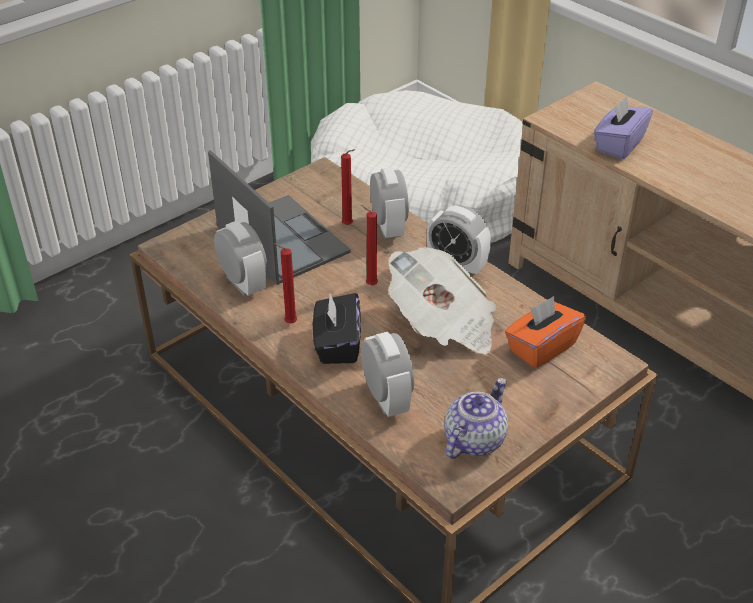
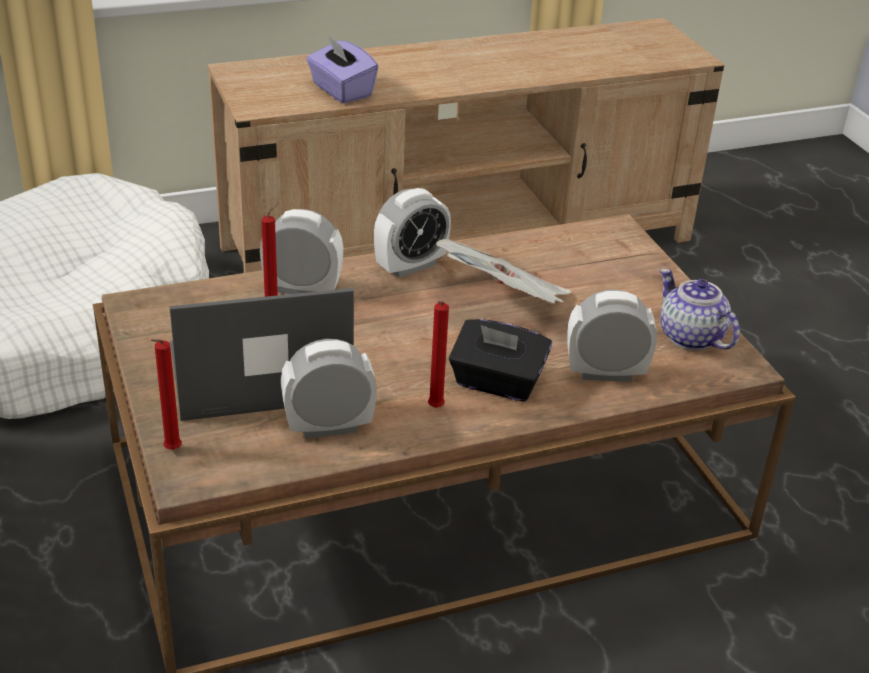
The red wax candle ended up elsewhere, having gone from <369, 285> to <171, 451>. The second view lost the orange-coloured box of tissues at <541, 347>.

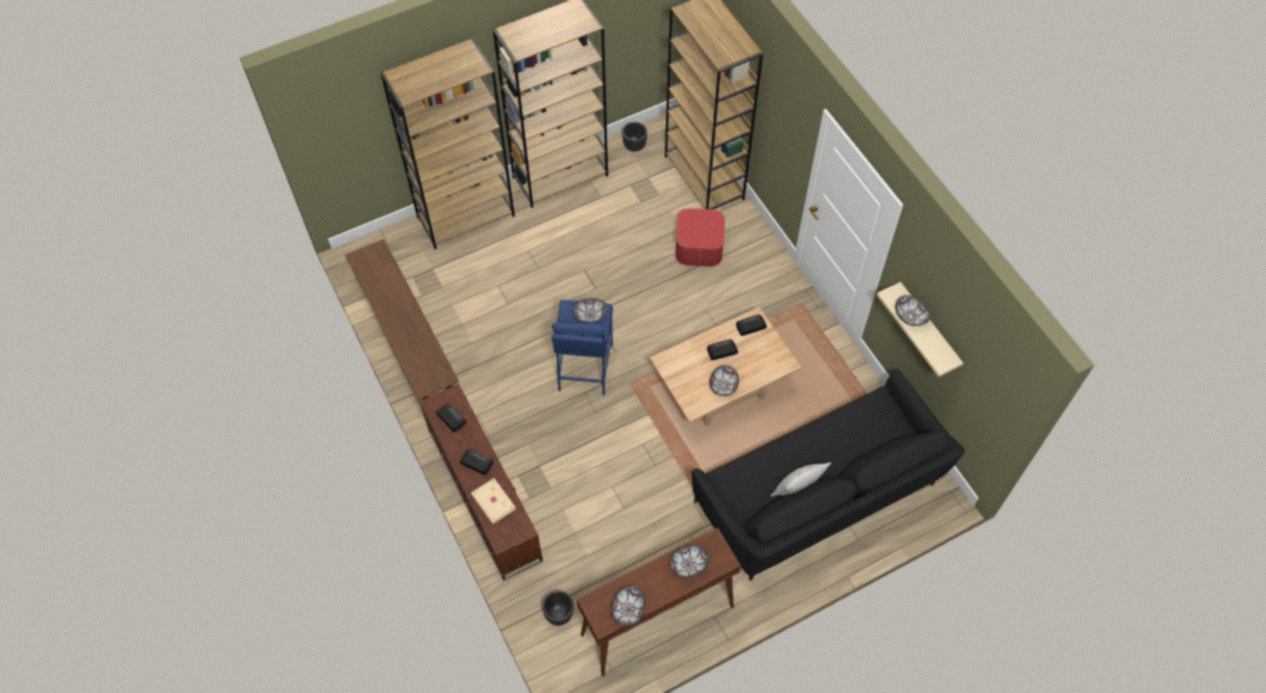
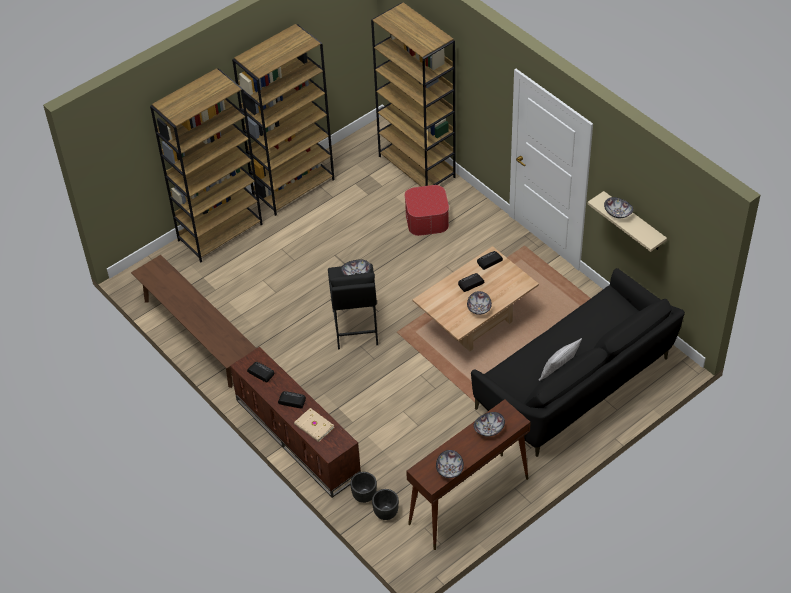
What was the bluish stool seat at <584, 367> turned into the black stool seat at <355, 327>. The black flower pot ended up elsewhere, having gone from <635, 145> to <364, 495>.

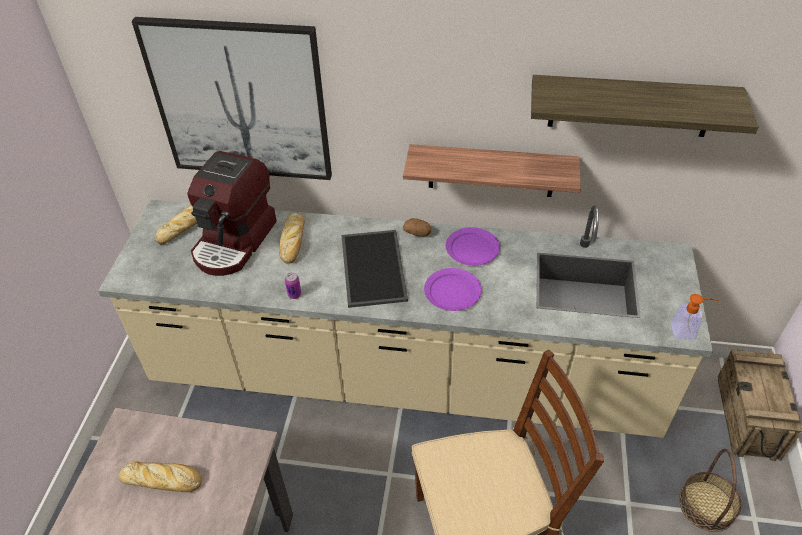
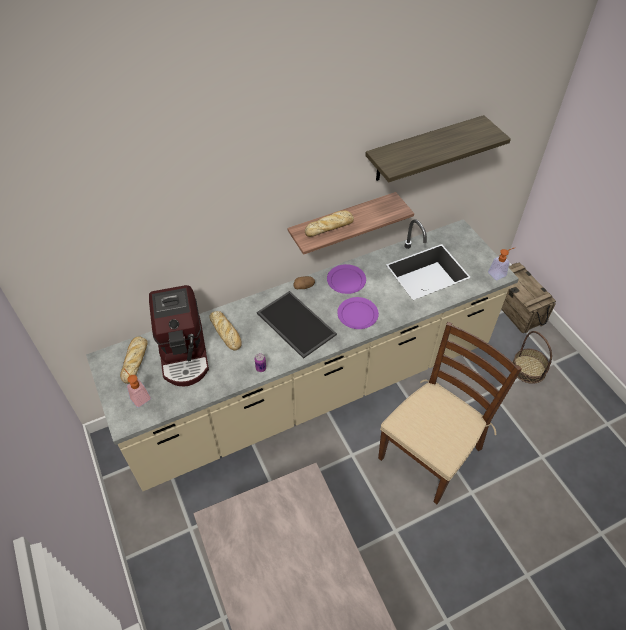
The bread ended up elsewhere, having gone from <163, 480> to <330, 227>. The second view lost the wall picture at <240, 101>. The second view gained the soap dispenser at <138, 396>.

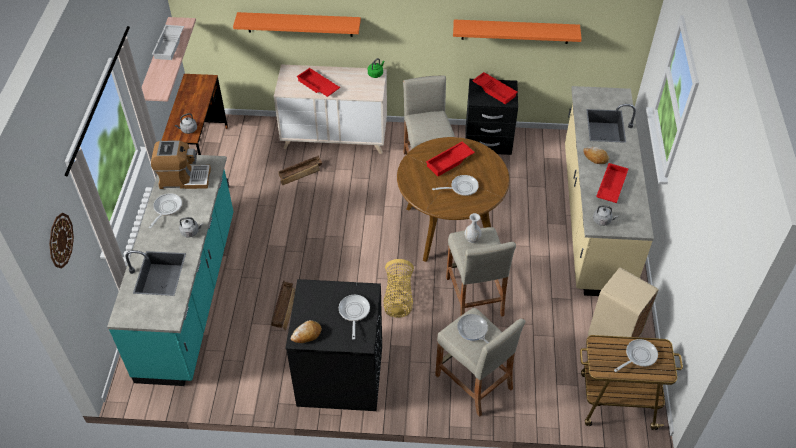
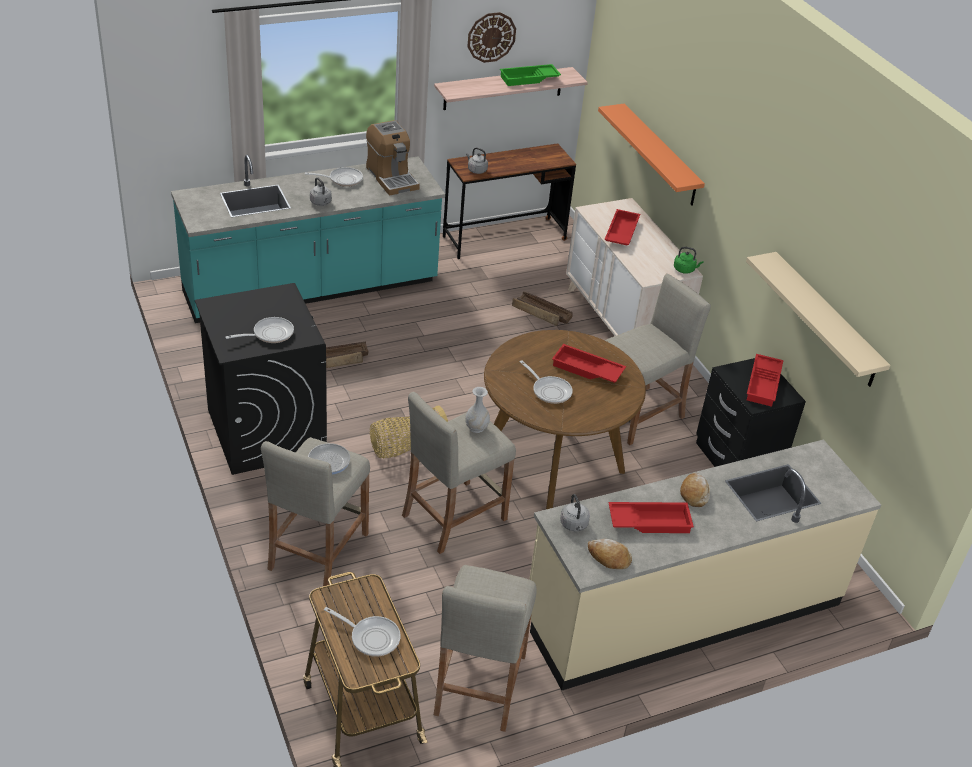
The wall clock ended up elsewhere, having gone from <60, 240> to <491, 37>. What was the white tray at <170, 45> turned into the greenish tray at <529, 79>. The bread ended up elsewhere, having gone from <307, 334> to <608, 558>. What was the orange-coloured bracket shelf at <515, 31> turned into the beige-coloured bracket shelf at <825, 320>. Where the beige-coloured waste bin stood at <614, 335>, the beige-coloured stool seat came to stand at <479, 684>.

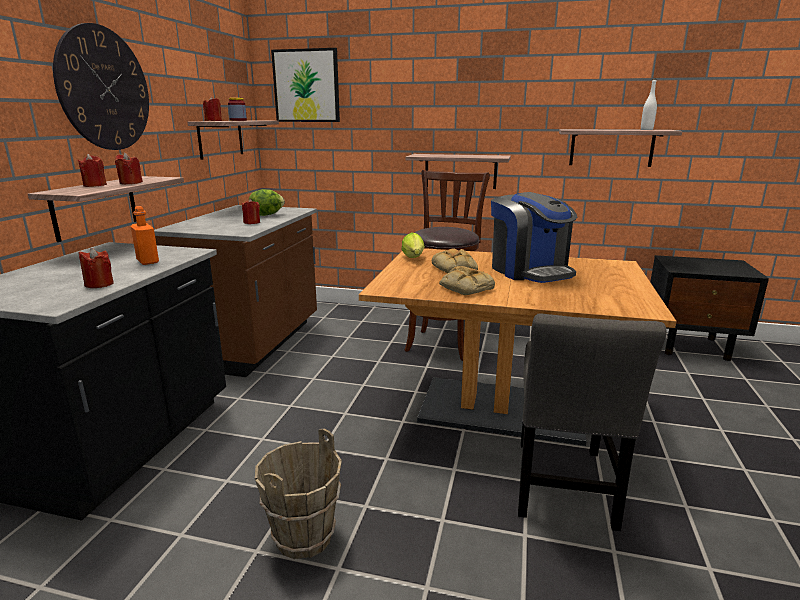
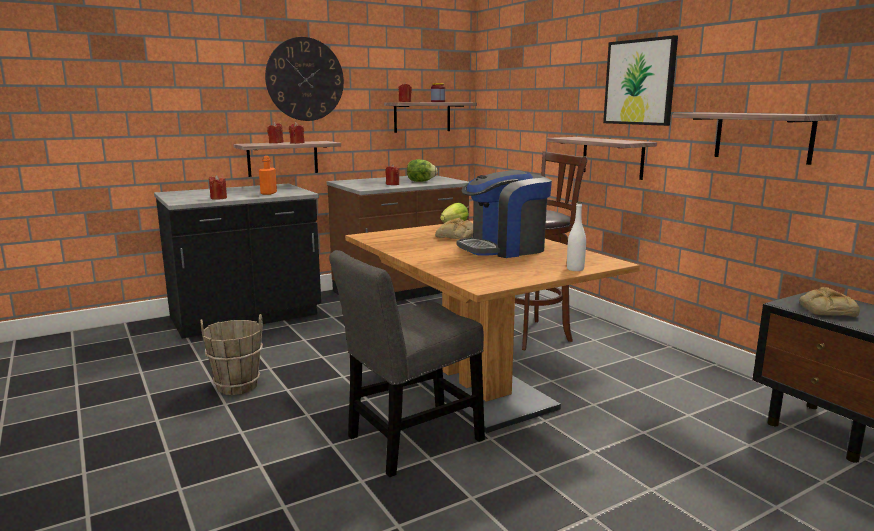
The wall picture ended up elsewhere, having gone from <306, 86> to <640, 82>. The bread ended up elsewhere, having gone from <465, 287> to <826, 309>. The coffee maker at <529, 271> ended up facing another way, 45 degrees clockwise from before. The white beverage bottle ended up elsewhere, having gone from <646, 129> to <575, 269>.

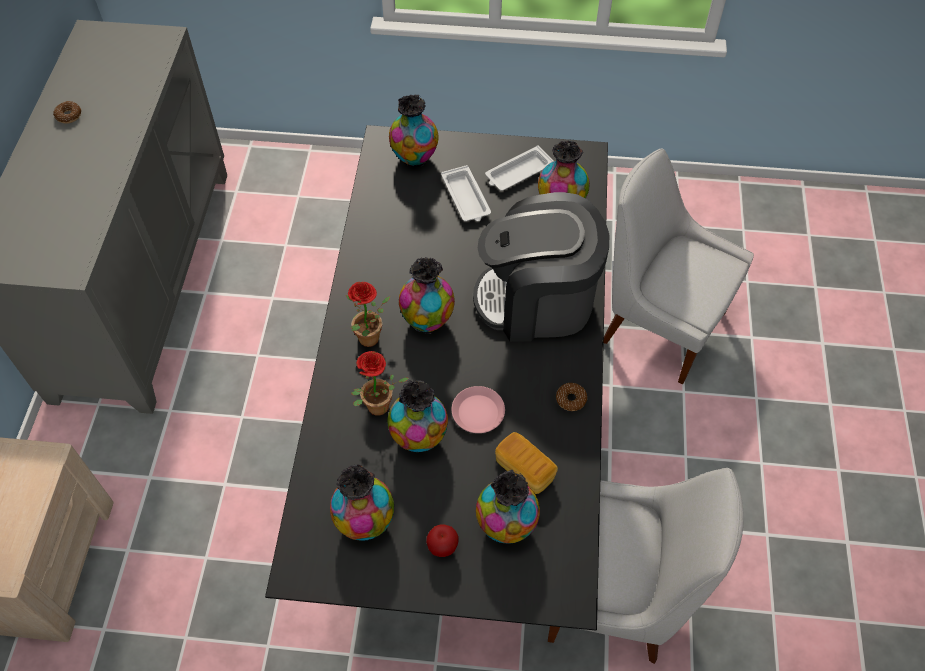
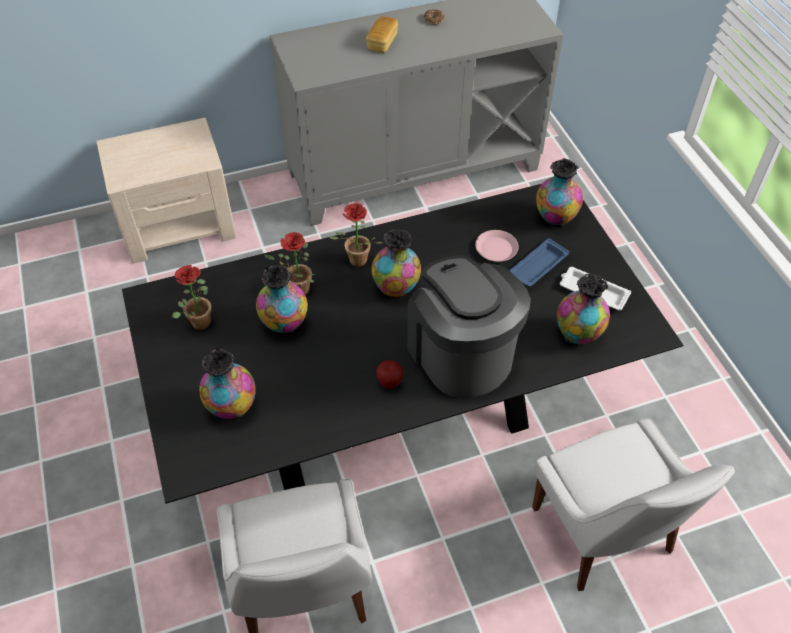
Where the flower vase stood at <365, 522>, the potted plant came to stand at <199, 320>. The apple ended up elsewhere, having gone from <442, 548> to <389, 383>. What was the white tray at <466, 198> turned into the bluish tray at <537, 267>. The pink flat dish ended up elsewhere, having gone from <478, 412> to <496, 249>. The bread ended up elsewhere, having gone from <524, 470> to <382, 43>. The second view lost the ring doughnut at <571, 399>. The white plain chair at <658, 325> ended up facing another way, 150 degrees clockwise from before.

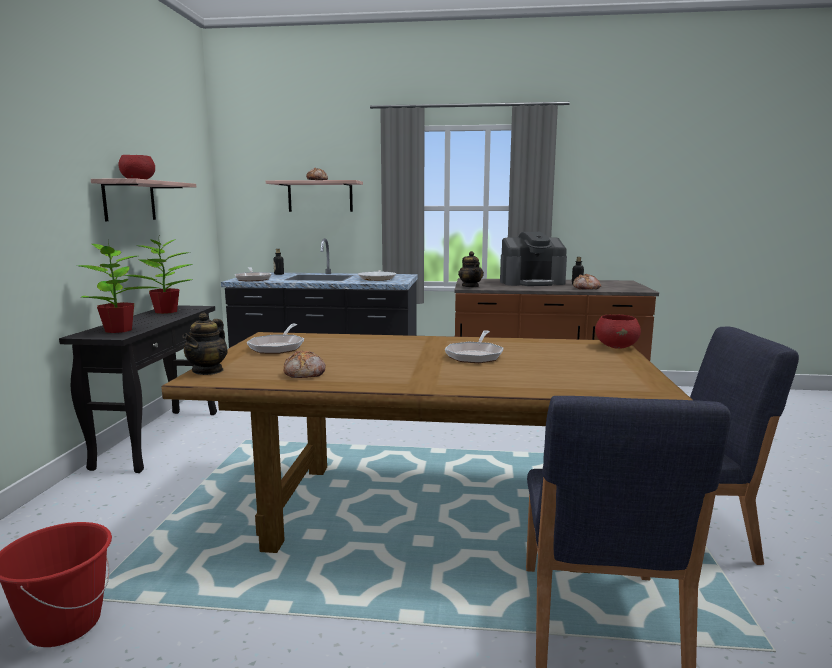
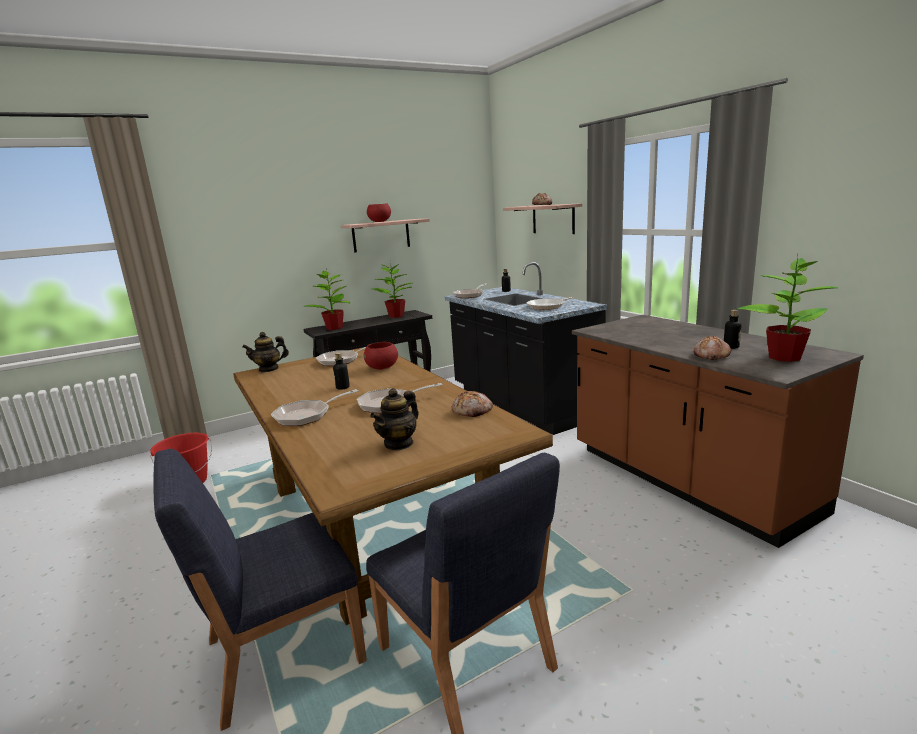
The bread ended up elsewhere, having gone from <305, 373> to <472, 411>. The teapot ended up elsewhere, having gone from <470, 286> to <399, 443>. The second view lost the coffee maker at <532, 282>. The red bowl ended up elsewhere, having gone from <616, 347> to <382, 368>. The second view gained the frying pan at <307, 416>. The second view gained the beverage bottle at <342, 387>. The second view gained the potted plant at <784, 357>.

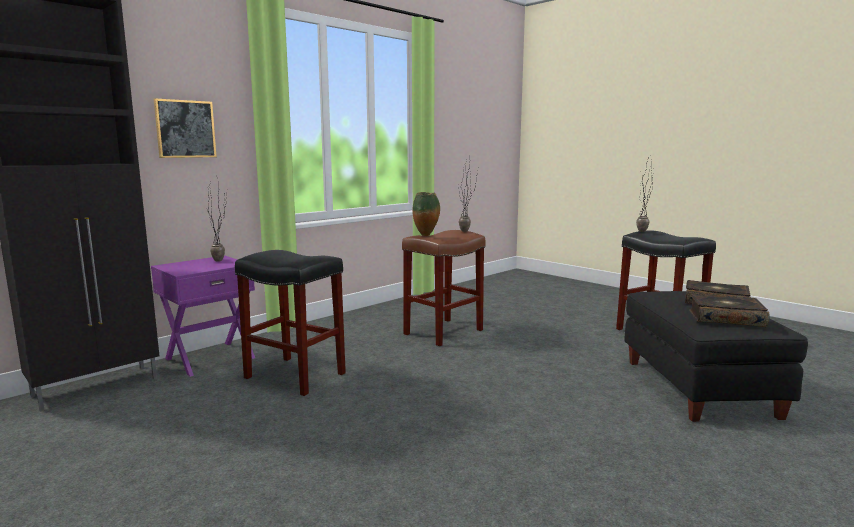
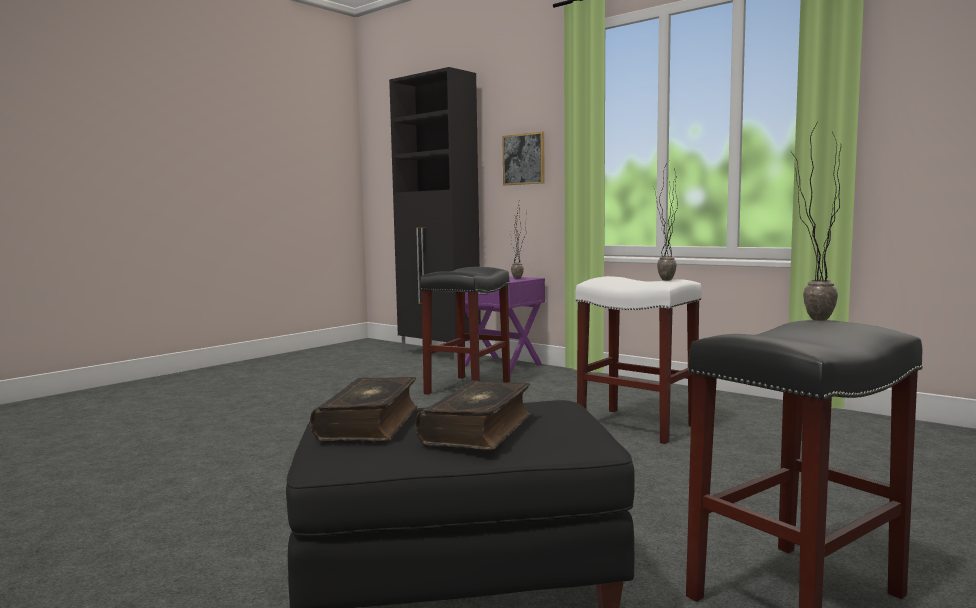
What was the brown-coloured stool seat at <443, 331> turned into the white stool seat at <638, 426>. The second view lost the flower vase at <426, 235>.

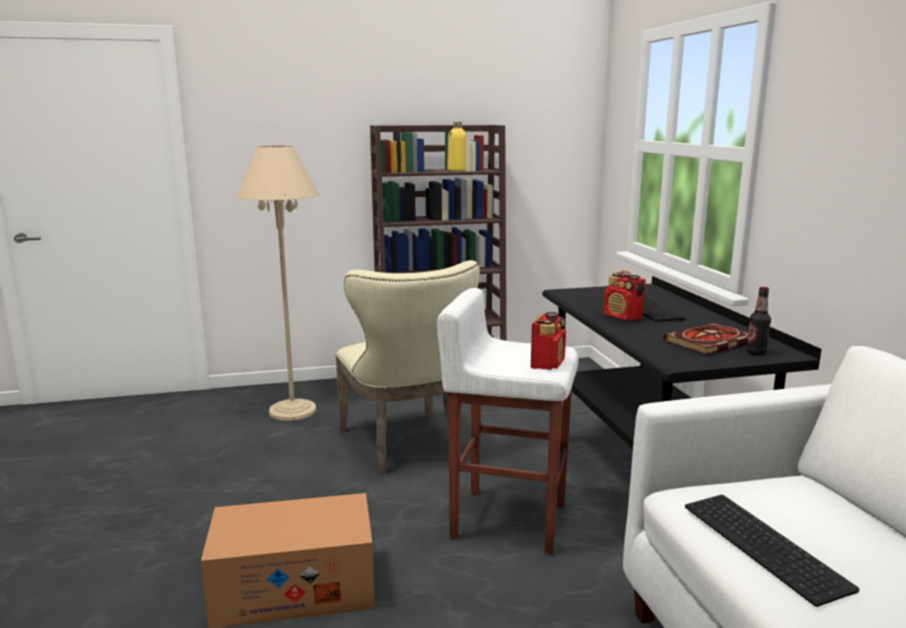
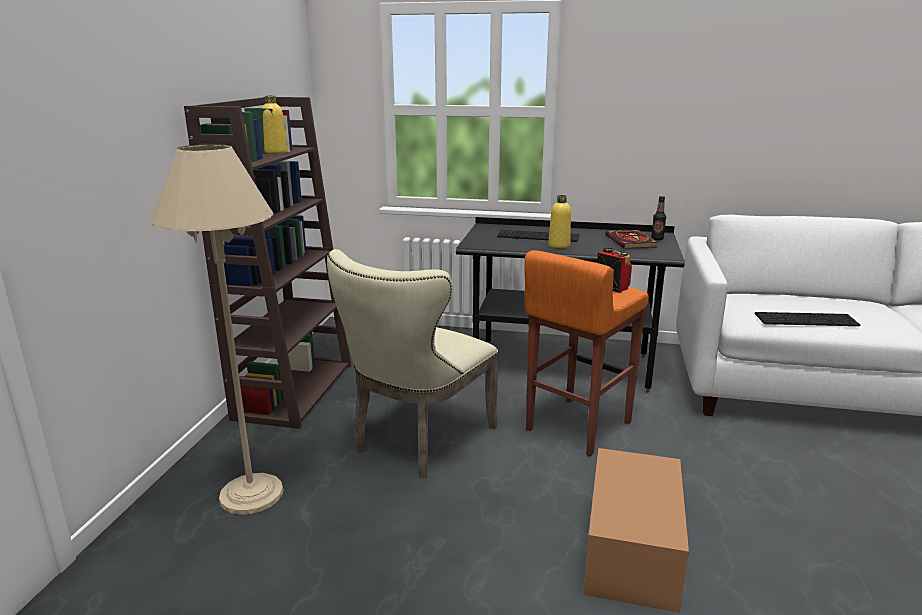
The beige-coloured plain chair at <405, 446> ended up facing another way, 120 degrees clockwise from before. What was the white stool seat at <507, 519> turned into the orange-coloured stool seat at <576, 426>. Where the radio stood at <623, 317>, the yellow-coloured beverage bottle came to stand at <559, 245>.

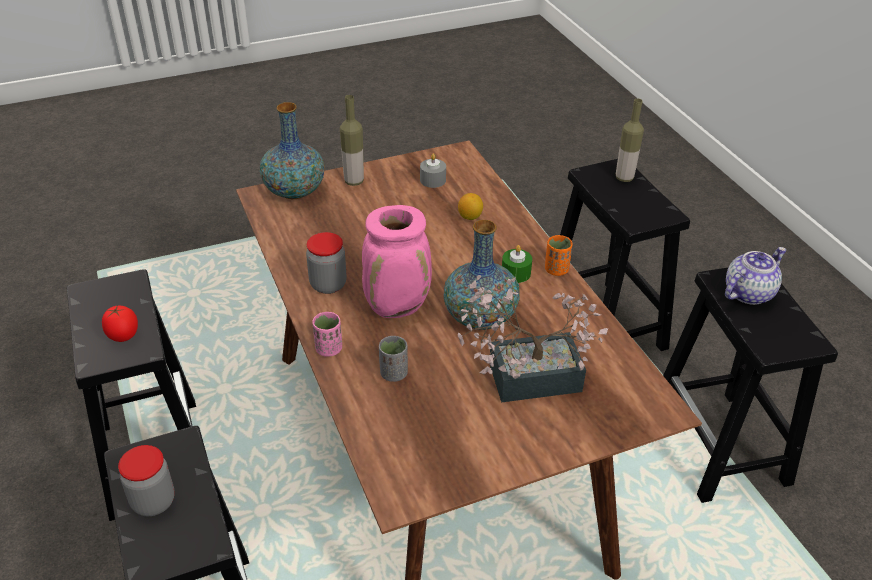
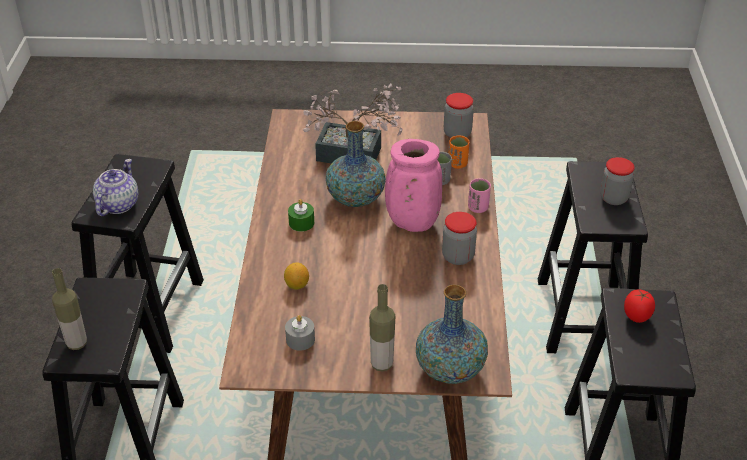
The orange-coloured small cup ended up elsewhere, having gone from <556, 270> to <457, 164>. The teapot at <748, 292> ended up facing another way, 120 degrees clockwise from before. The second view gained the storage jar at <457, 133>.

